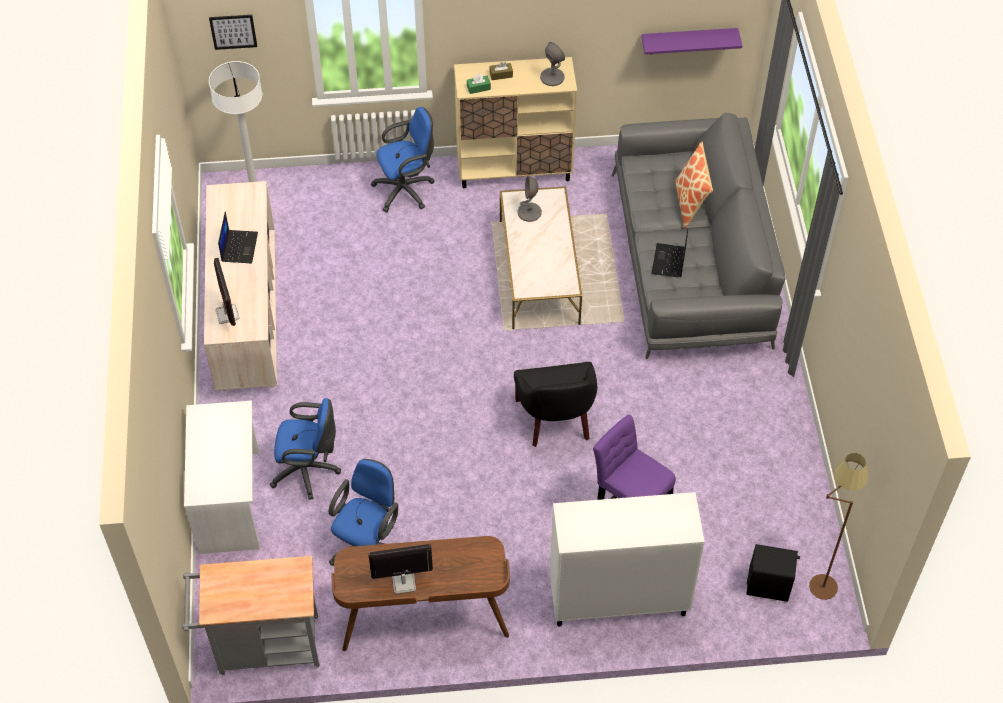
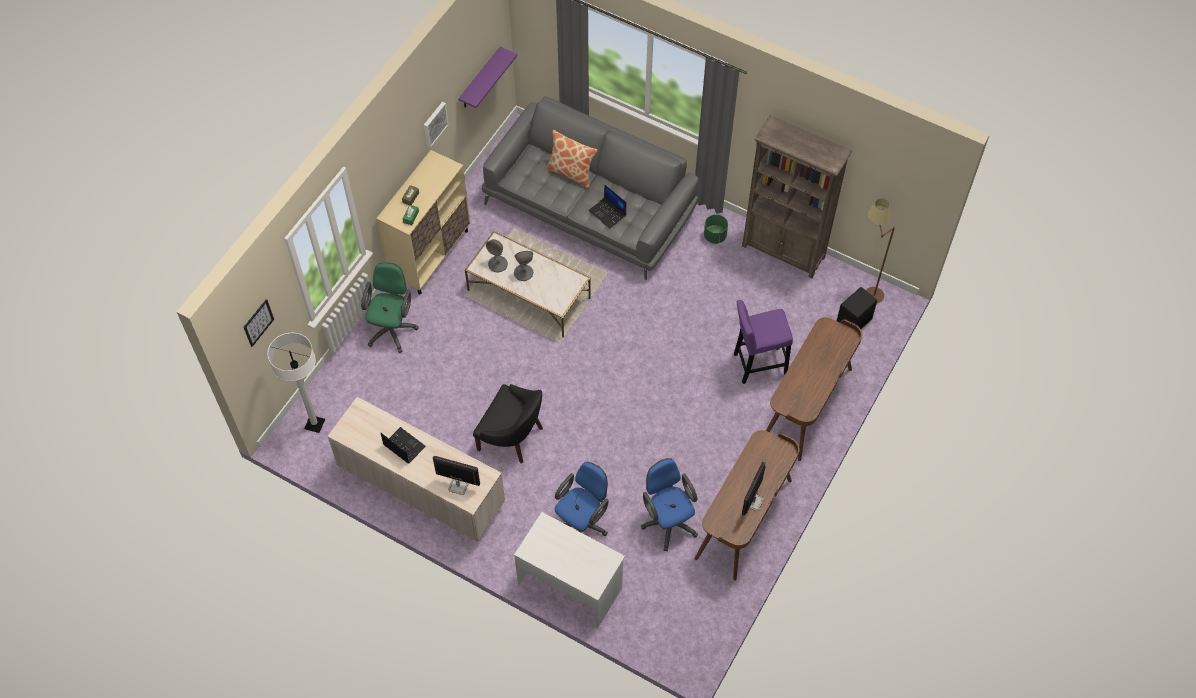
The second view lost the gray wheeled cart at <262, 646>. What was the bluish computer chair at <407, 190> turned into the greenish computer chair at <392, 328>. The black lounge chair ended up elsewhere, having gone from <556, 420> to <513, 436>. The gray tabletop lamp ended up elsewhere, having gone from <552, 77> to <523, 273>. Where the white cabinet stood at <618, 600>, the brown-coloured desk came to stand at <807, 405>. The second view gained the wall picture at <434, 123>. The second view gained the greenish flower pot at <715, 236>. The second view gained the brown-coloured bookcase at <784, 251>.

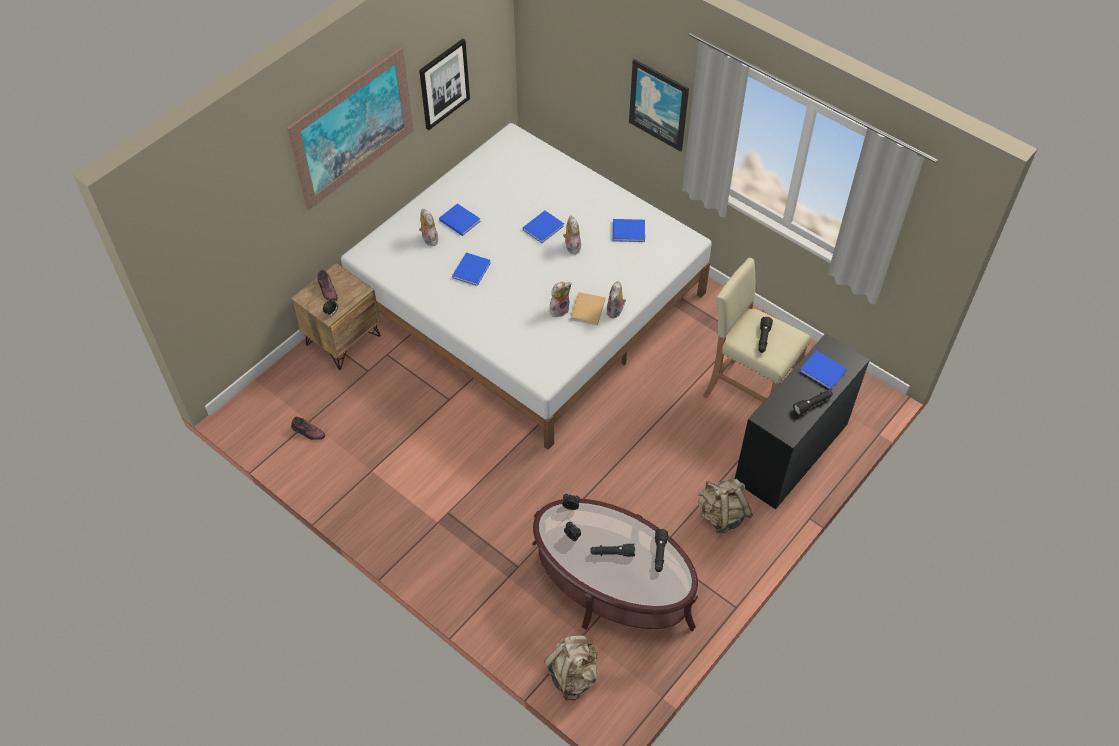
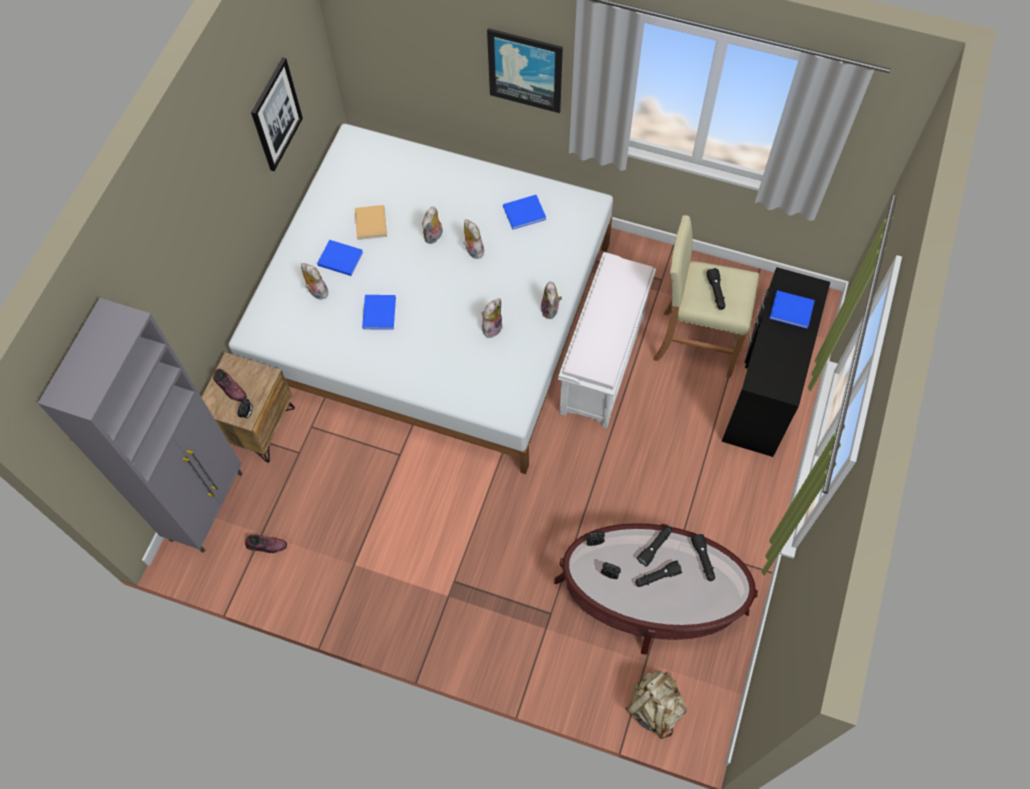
The second view lost the wall picture at <353, 128>. Where the bluish volume stood at <544, 227>, the plush toy came to stand at <434, 237>. The beige-coloured volume ended up elsewhere, having gone from <587, 310> to <371, 224>. The second view lost the beige-coloured knapsack at <722, 515>. The black torch ended up elsewhere, having gone from <812, 404> to <655, 546>. The second view gained the gray cabinet at <208, 505>. The second view gained the white indoor bench at <602, 362>.

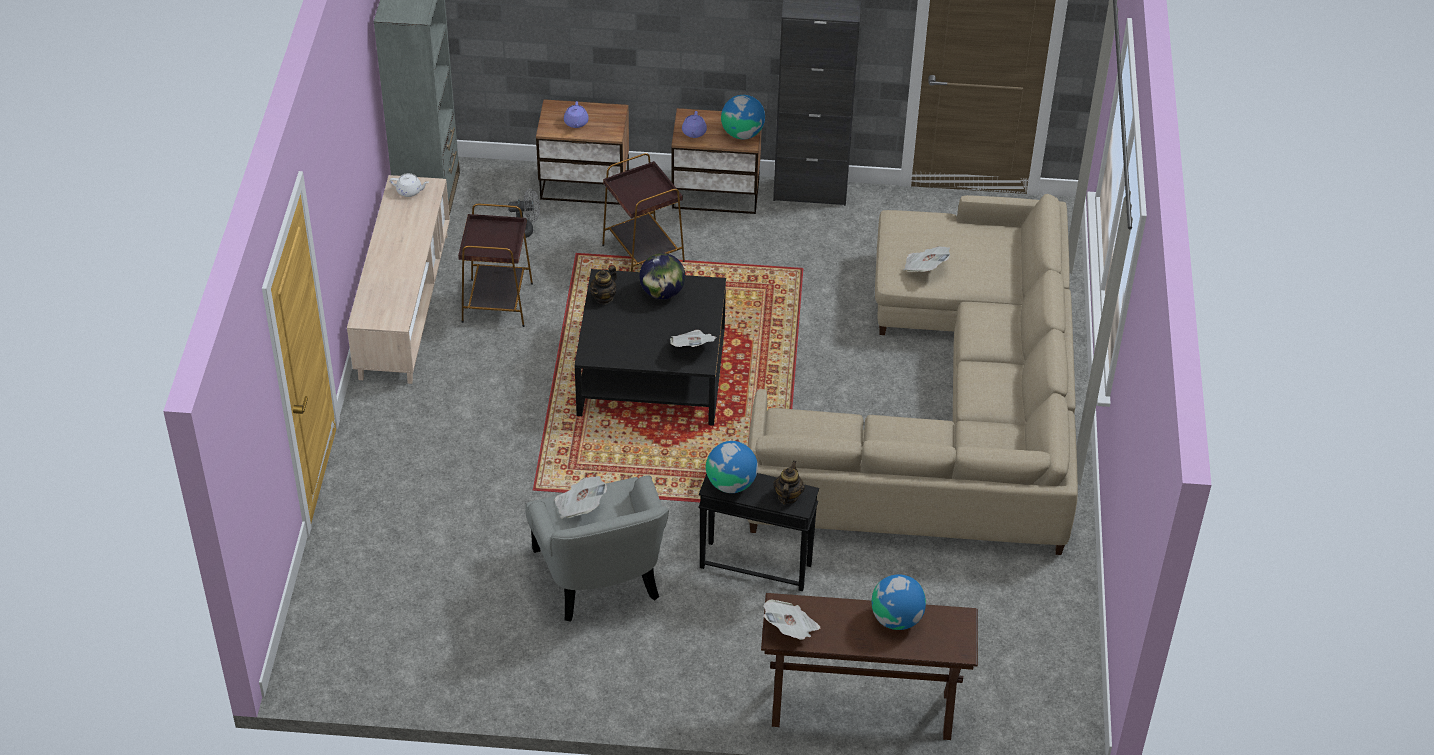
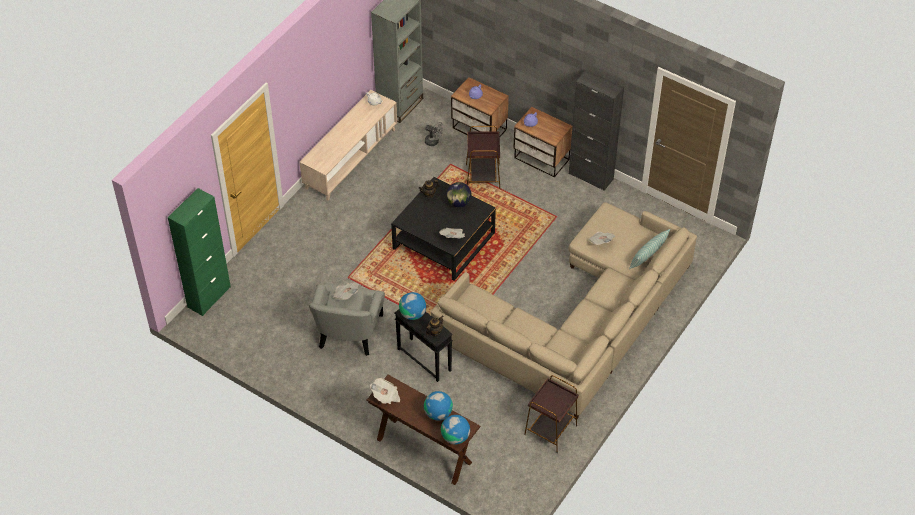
The brown-coloured end table ended up elsewhere, having gone from <496, 303> to <550, 430>. The world globe ended up elsewhere, having gone from <742, 133> to <455, 437>. The second view gained the greenish cabinet at <209, 297>. The second view gained the throw pillow at <648, 256>.

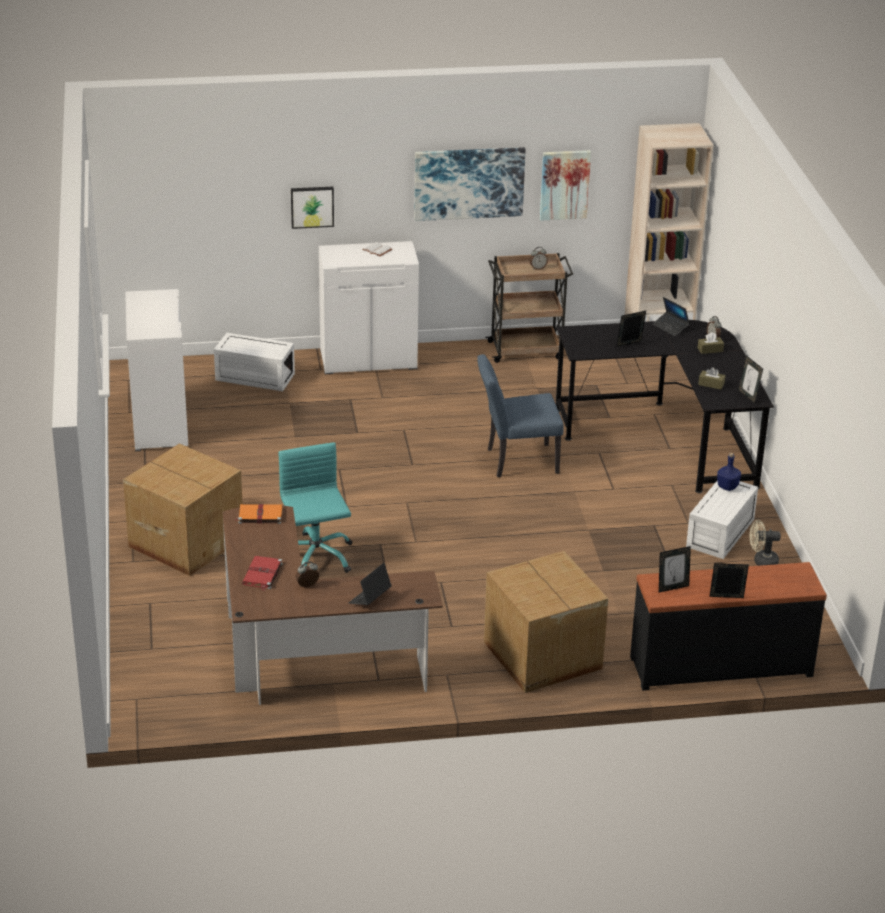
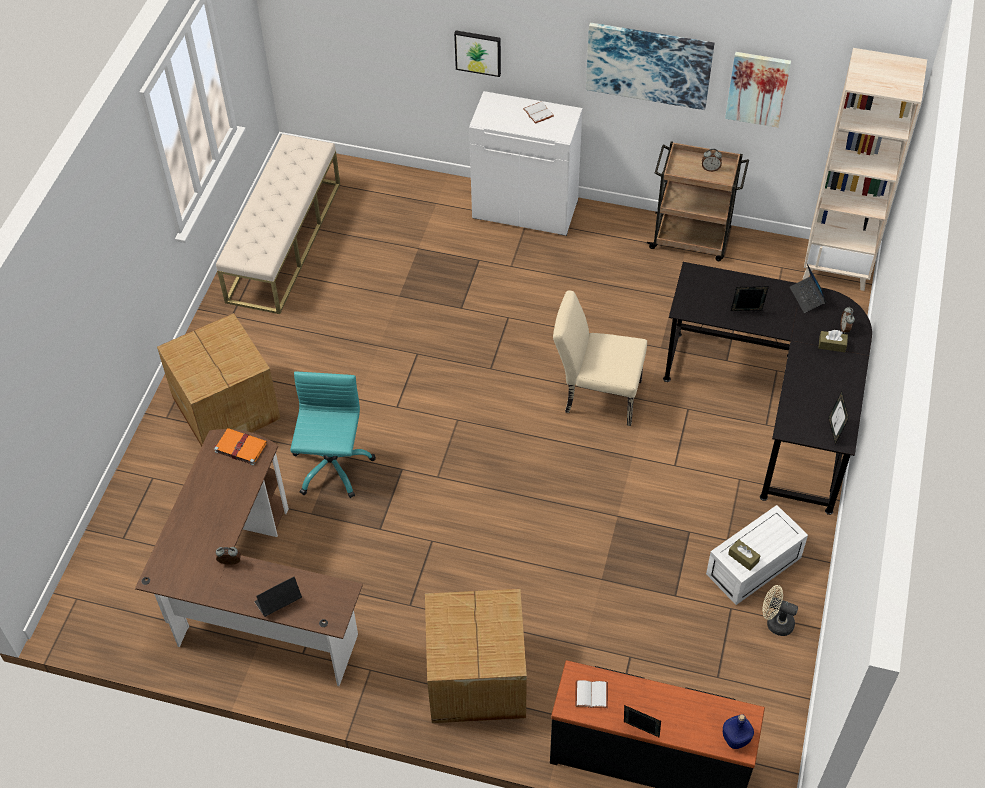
Where the white cabinet stood at <159, 423>, the beige-coloured indoor bench came to stand at <284, 241>. The second view lost the white storage bin at <253, 377>. The second view lost the red volume at <262, 574>. What was the bluish plain chair at <516, 461> turned into the beige-coloured plain chair at <596, 395>. Where the photo frame stood at <672, 587>, the white volume came to stand at <592, 694>. The brown-coloured box of tissues ended up elsewhere, having gone from <711, 384> to <743, 558>. The bluish beverage bottle ended up elsewhere, having gone from <727, 487> to <735, 738>.

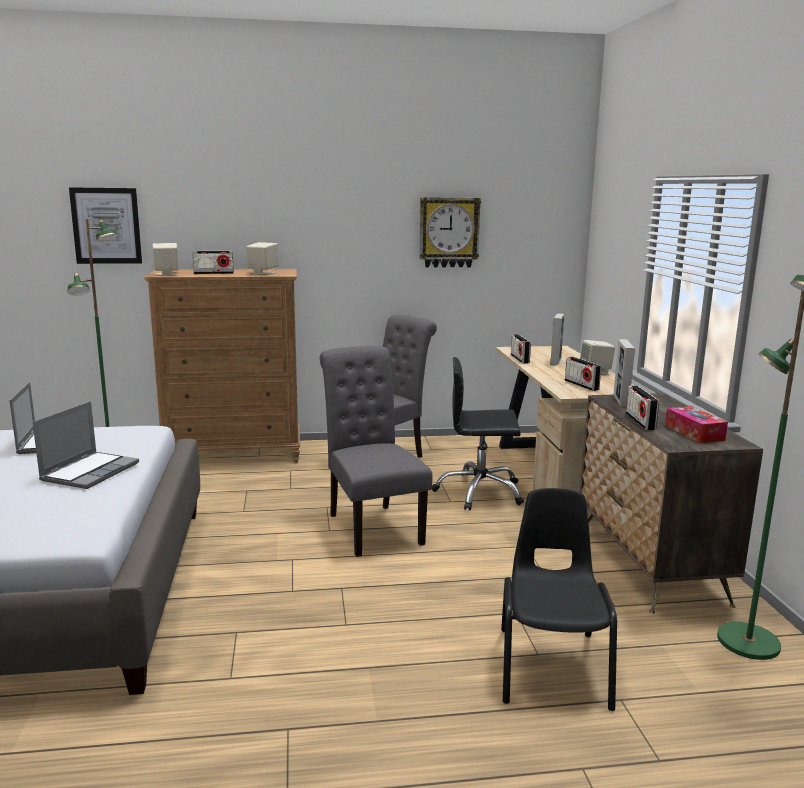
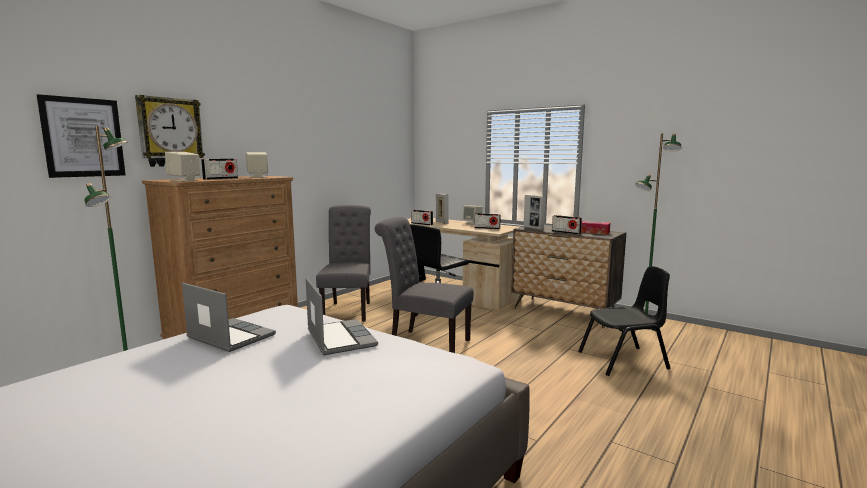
The wall clock ended up elsewhere, having gone from <448, 232> to <170, 132>. The black plain chair at <552, 666> ended up facing another way, 120 degrees clockwise from before.

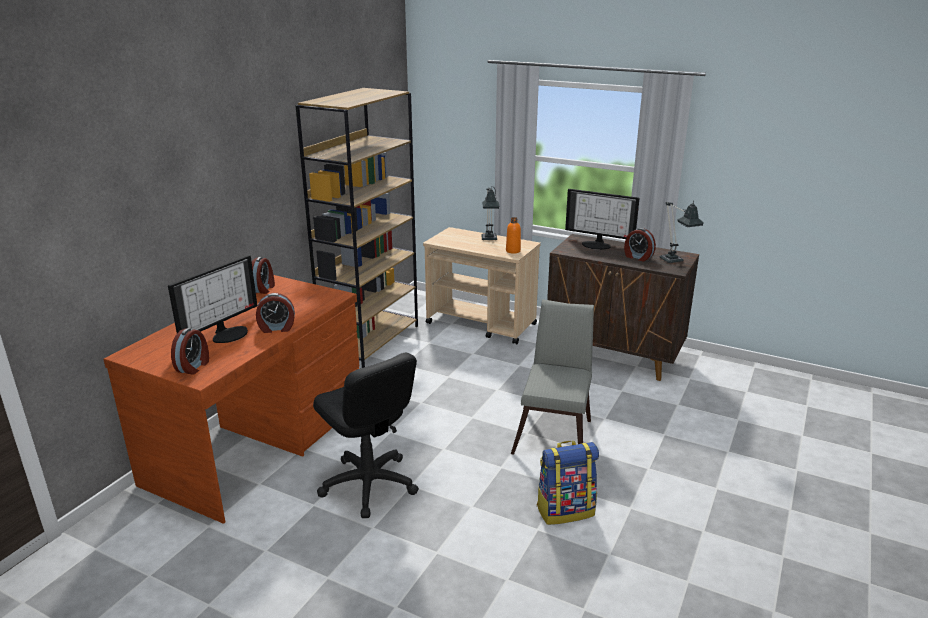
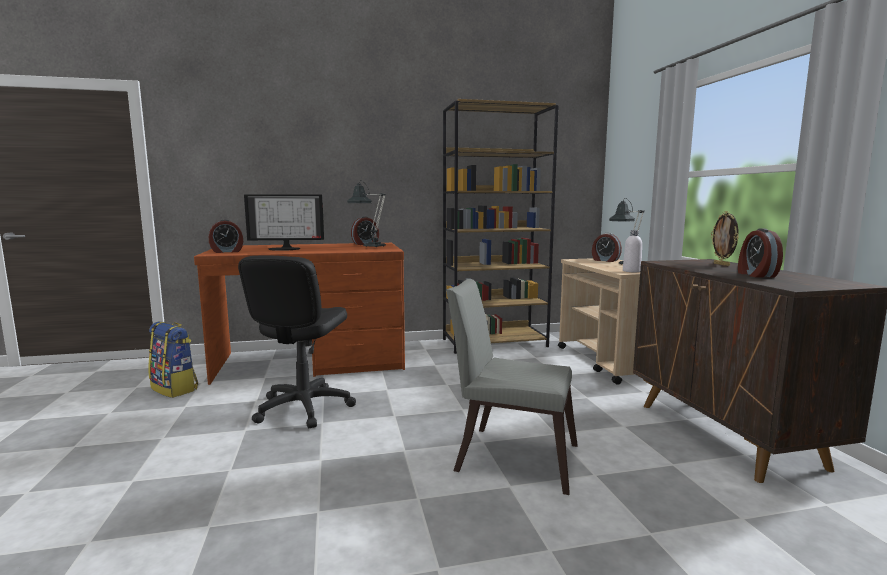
The table clock ended up elsewhere, having gone from <277, 328> to <605, 260>. What was the orange-coloured beverage bottle at <513, 251> turned into the white beverage bottle at <631, 271>. The gray plain chair at <554, 433> ended up facing another way, 135 degrees counterclockwise from before. The knapsack ended up elsewhere, having gone from <565, 510> to <175, 389>. Where the monitor stood at <597, 244>, the photo frame came to stand at <722, 264>. The tabletop lamp ended up elsewhere, having gone from <674, 262> to <371, 247>.

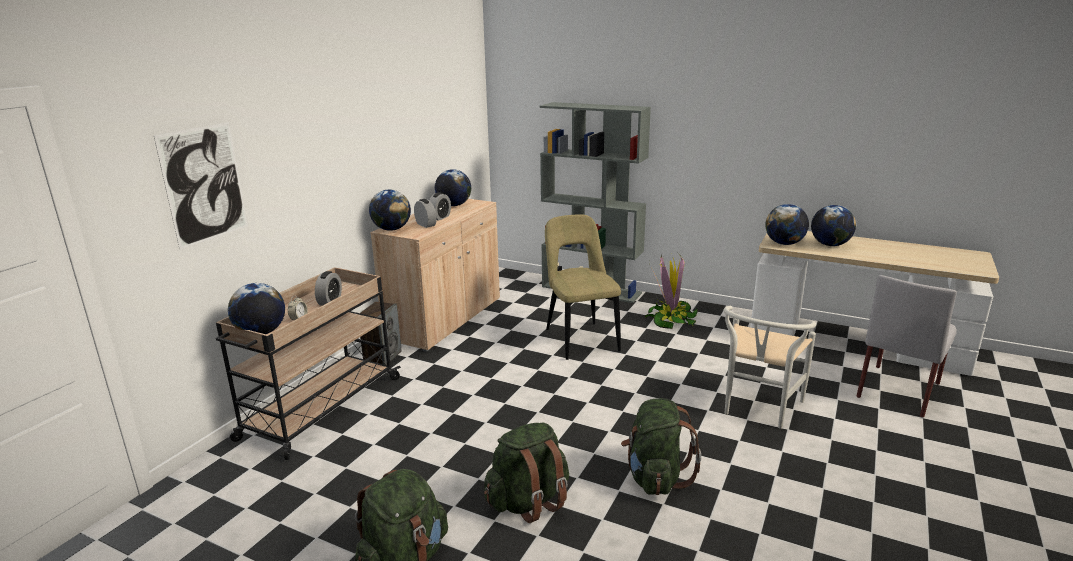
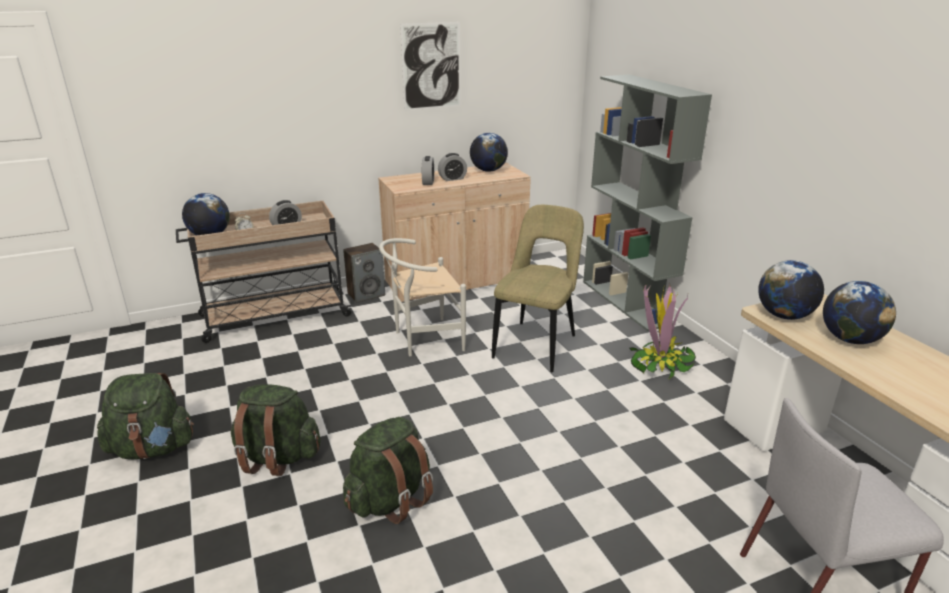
The wall picture ended up elsewhere, having gone from <204, 184> to <431, 66>. The second view lost the world globe at <392, 229>. The white plain chair ended up elsewhere, having gone from <757, 409> to <423, 339>.

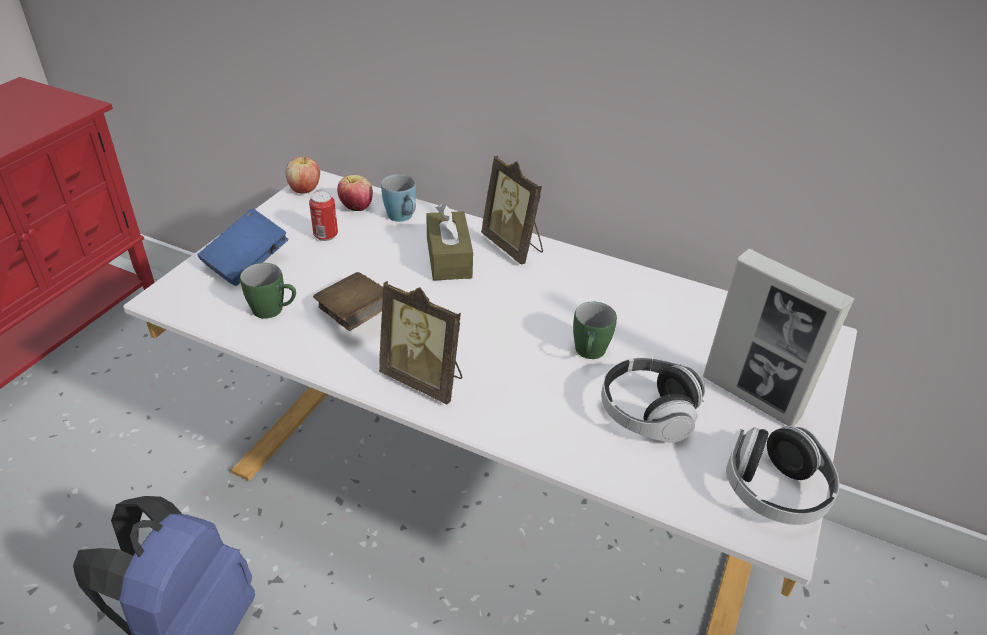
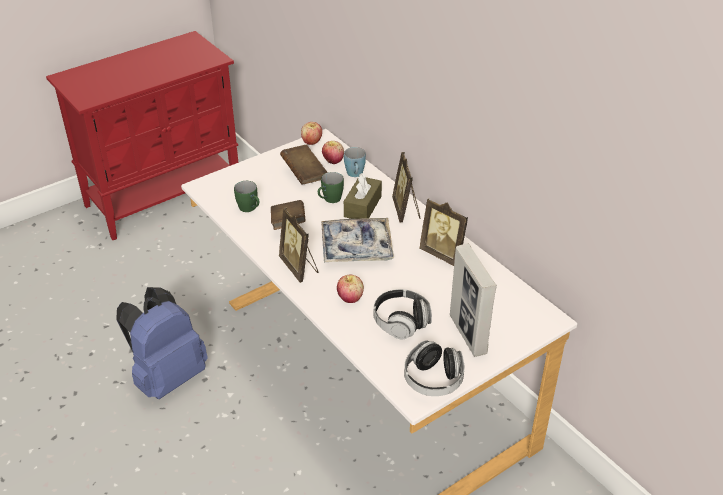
The second view lost the bluish volume at <247, 263>. Where the metal can stood at <326, 235>, the brown-coloured volume came to stand at <304, 174>. The greenish mug ended up elsewhere, having gone from <589, 354> to <329, 200>. The second view gained the tray at <356, 247>. The second view gained the apple at <350, 298>. The second view gained the photo frame at <444, 254>.

